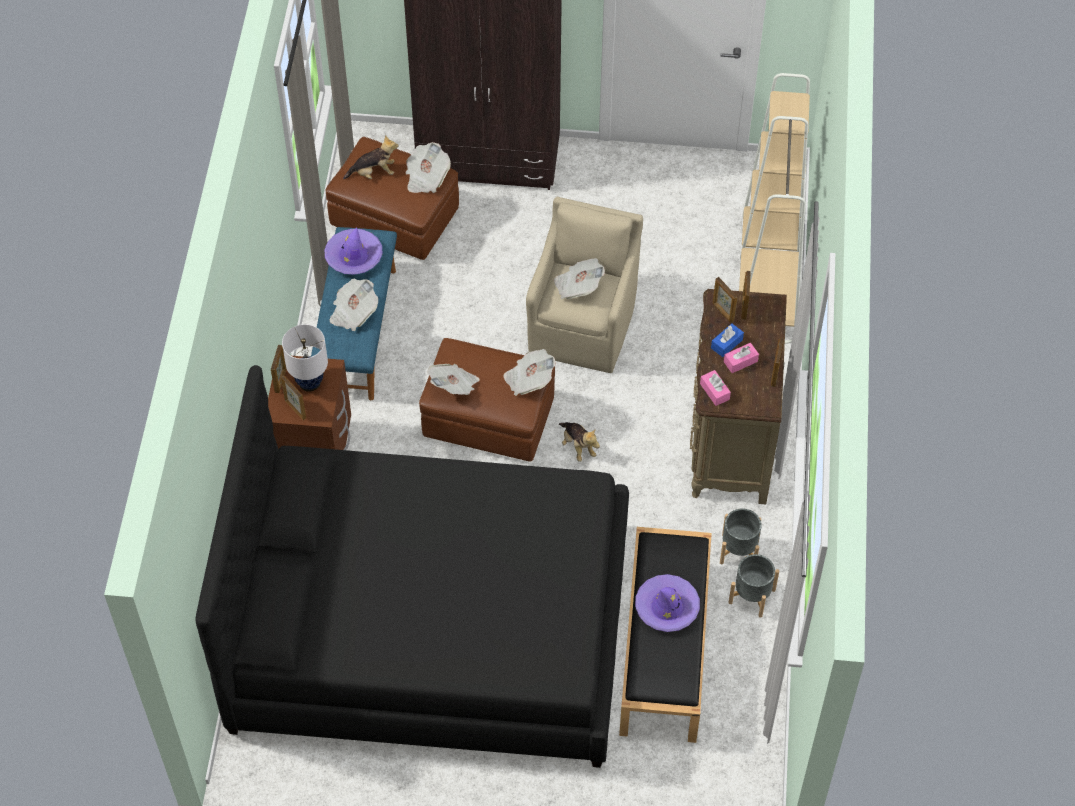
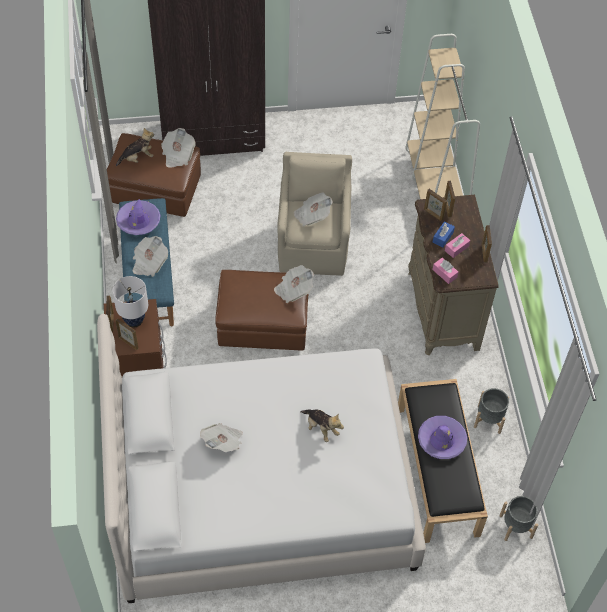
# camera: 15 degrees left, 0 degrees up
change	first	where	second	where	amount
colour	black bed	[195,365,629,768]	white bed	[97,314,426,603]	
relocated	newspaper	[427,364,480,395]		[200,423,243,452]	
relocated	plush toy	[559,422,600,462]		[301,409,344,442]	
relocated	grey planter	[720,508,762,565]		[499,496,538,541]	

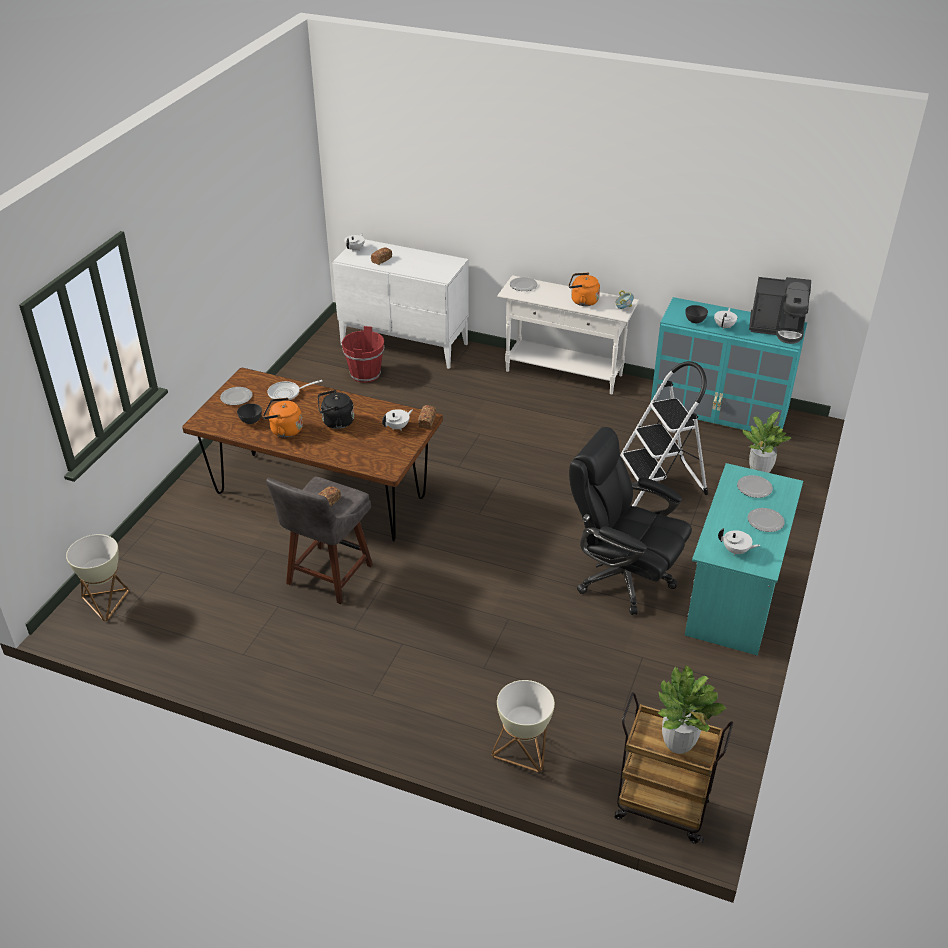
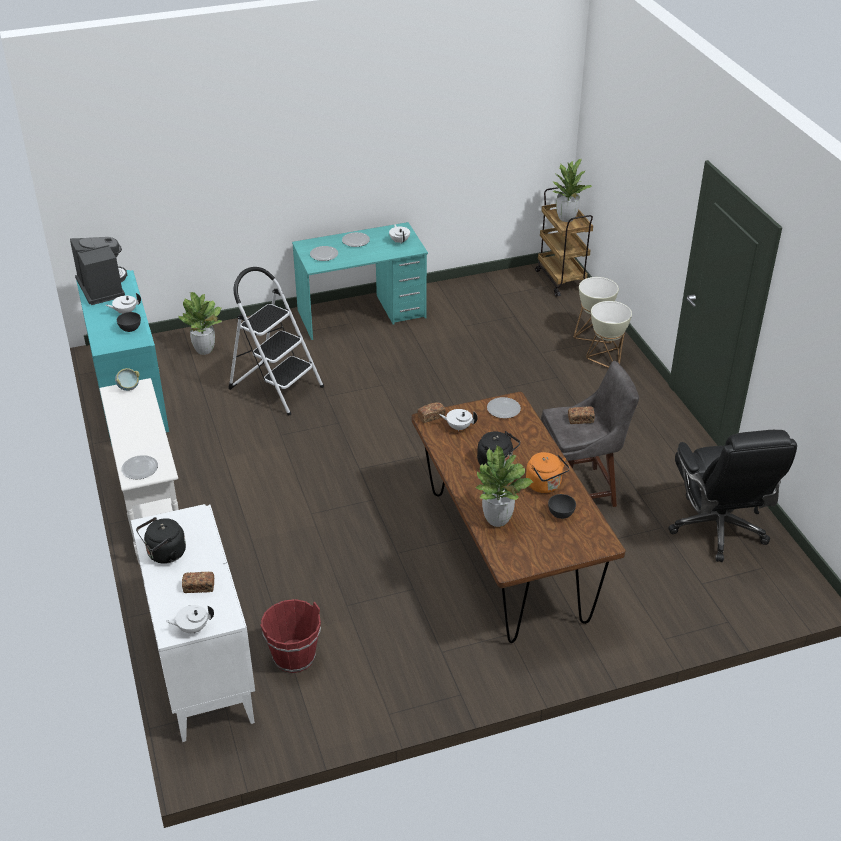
# camera: 130 degrees left, 0 degrees up
change	first	where	second	where	amount
relocated	planter	[66,534,129,621]		[586,301,632,368]	
relocated	plate	[220,387,252,405]		[487,397,521,418]	
exchanged	frying pan	[267,380,322,400]	potted plant	[475,445,534,527]	
missing	orange kettle	[569,273,600,306]			
relocated	black office chair	[569,427,692,615]		[668,430,797,562]	
appeared			black kettle	[136,517,186,564]	

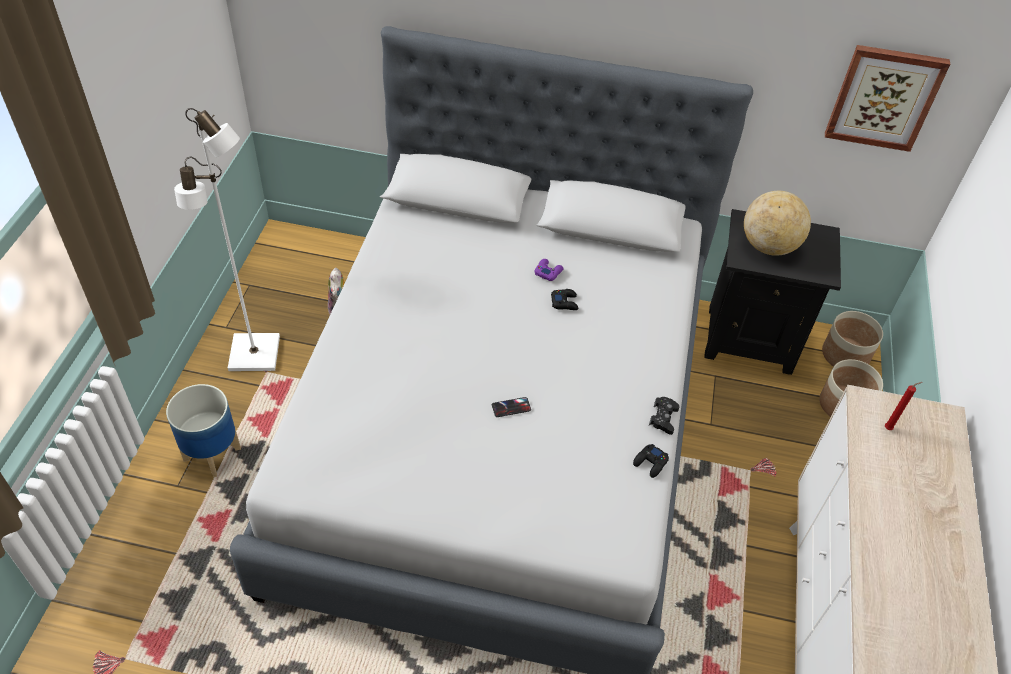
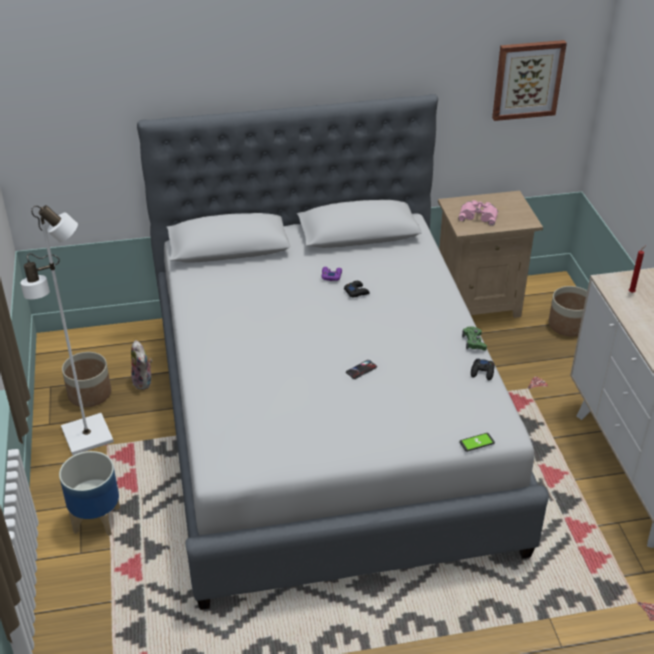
# camera: 20 degrees left, 10 degrees down
change	first	where	second	where	amount
colour	black game controller	[649,397,680,435]	green game controller	[462,326,487,350]	
colour	black nightstand	[704,209,841,375]	beige nightstand	[438,191,543,318]	
exchanged	globe	[744,191,811,256]	pink binoculars	[458,200,498,226]	
relocated	planter	[822,311,883,367]		[62,352,111,407]	
appeared			phone	[459,433,495,452]	

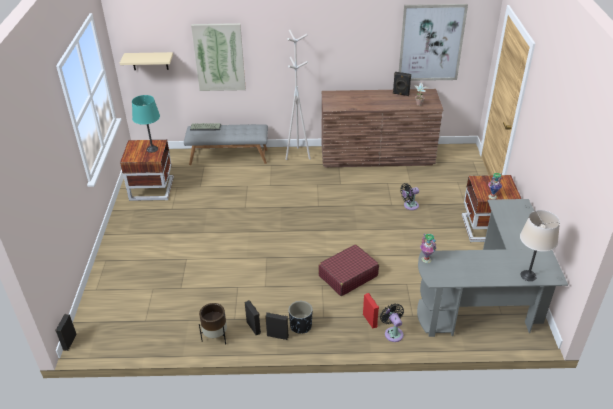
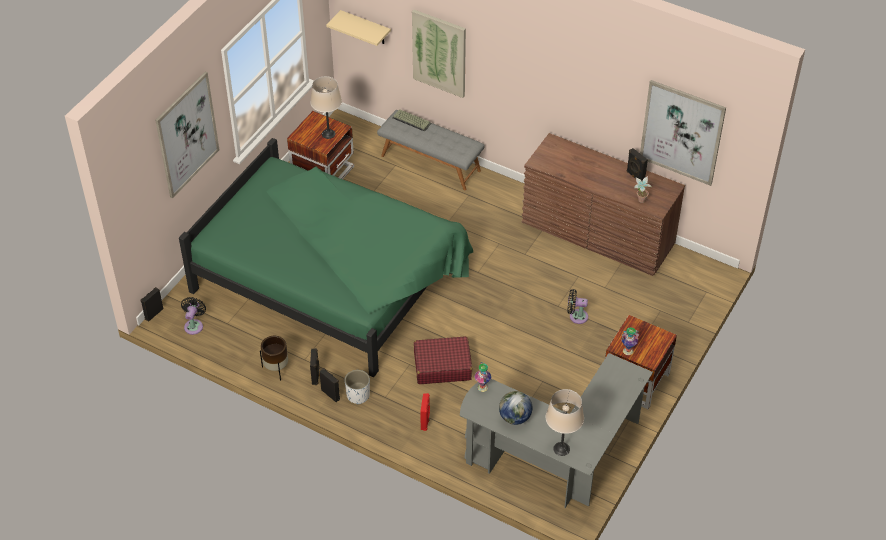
# camera: 30 degrees right, 10 degrees up
change	first	where	second	where	amount
colour	turquoise table lamp	[132,95,160,153]	beige table lamp	[310,76,342,139]	
missing	grey clothes rack	[285,30,311,160]			
colour	black planter	[289,301,312,334]	white planter	[345,370,370,404]	
relocated	black fan	[380,304,404,342]		[181,297,206,335]	
appeared			picture	[155,72,219,198]	
appeared			green bed	[179,138,473,377]	
appeared			globe	[499,391,532,425]	

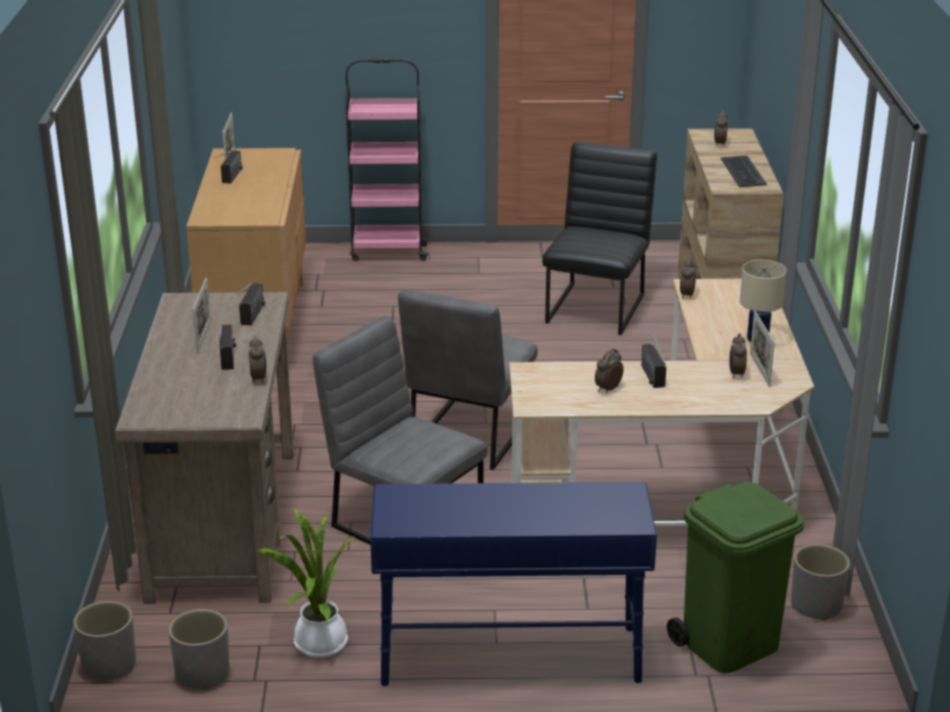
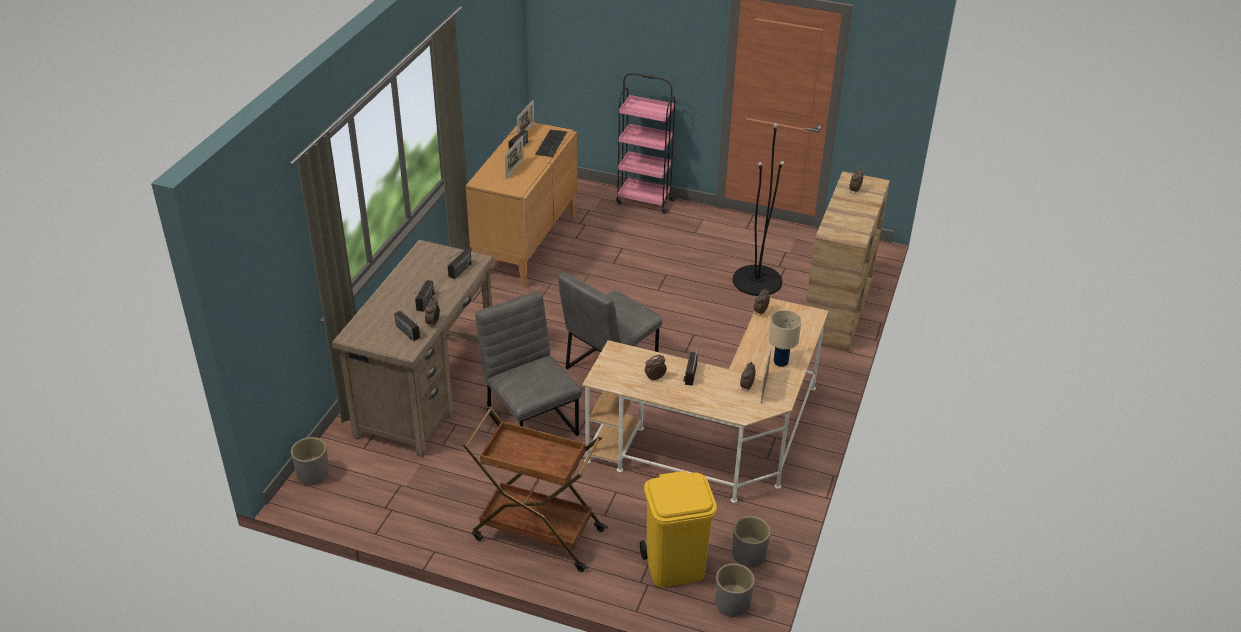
# camera: 20 degrees right, 10 degrees up
change	first	where	second	where	amount
relocated	grey planter	[168,609,230,691]		[715,563,755,618]	
relocated	picture frame	[193,278,211,355]		[505,136,524,179]	
missing	potted plant	[255,507,355,658]			
exchanged	blue console table	[370,482,657,686]	brown cart	[462,406,608,572]	
exchanged	black chair	[542,142,657,335]	black floor lamp	[733,123,784,296]	
colour	green trash can	[667,482,804,673]	yellow trash can	[640,471,717,587]	
relocated	keyboard	[721,155,767,187]		[535,130,567,157]	
appeared			radio	[389,292,420,341]	

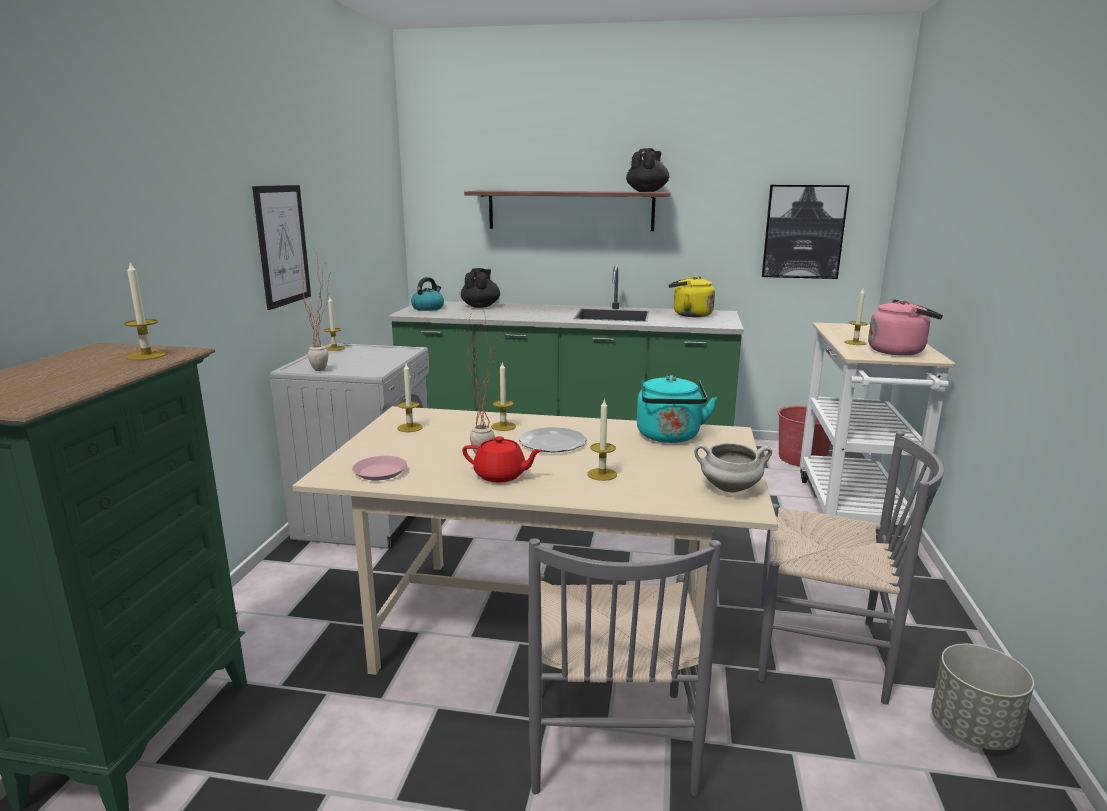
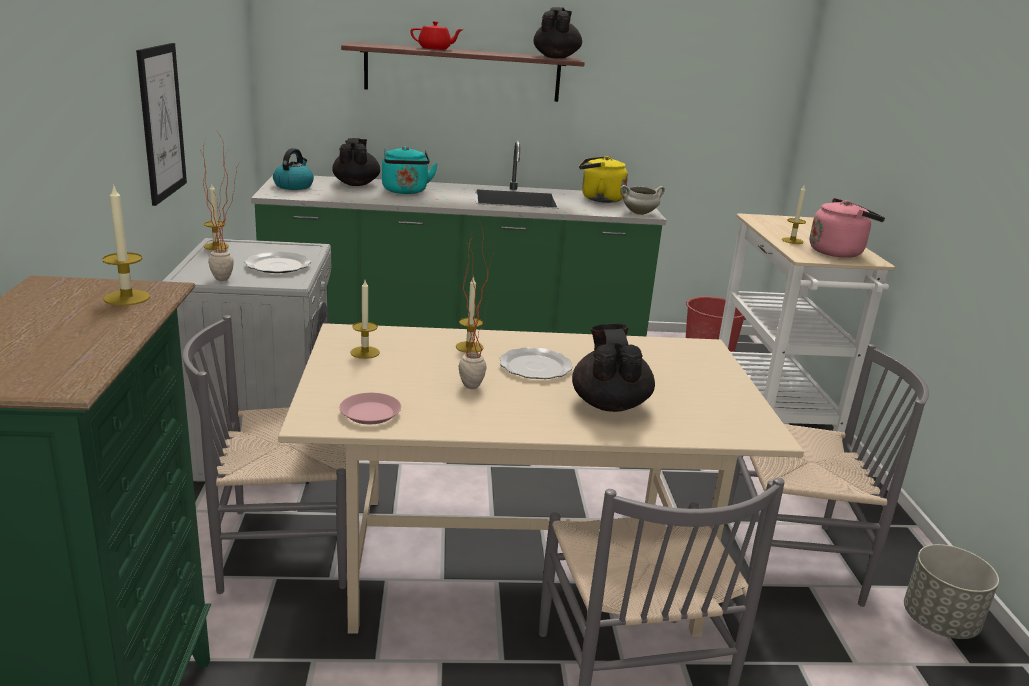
# camera: 15 degrees left, 5 degrees up
change	first	where	second	where	amount
relocated	red teapot	[462,436,543,483]		[410,21,464,50]	
exchanged	candle	[588,398,617,481]	black teapot	[572,324,655,412]	
relocated	turquoise kettle	[637,375,717,443]		[382,146,438,194]	
relocated	white cooking pot	[694,443,772,493]		[620,185,665,215]	
missing	picture	[762,185,850,279]			
appeared			grey chair	[183,315,347,594]	
appeared			plate	[245,252,311,273]	

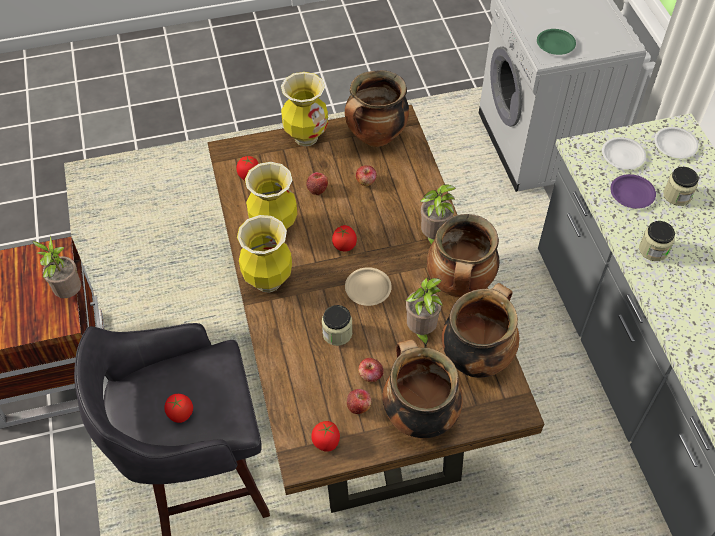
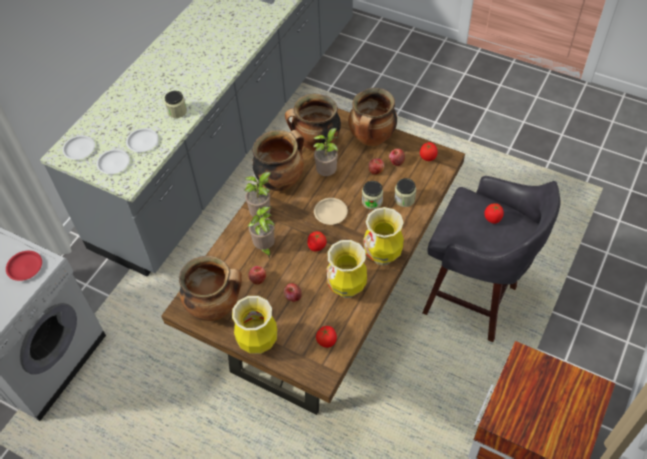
# camera: 135 degrees left, 0 degrees up
change	first	where	second	where	amount
relocated	potted plant	[33,236,81,298]		[248,206,275,258]	
colour	green plate	[537,29,576,55]	red plate	[6,251,42,281]	
colour	purple plate	[610,174,656,209]	white plate	[126,128,159,152]	
relocated	jar	[663,167,699,206]		[394,178,416,207]	

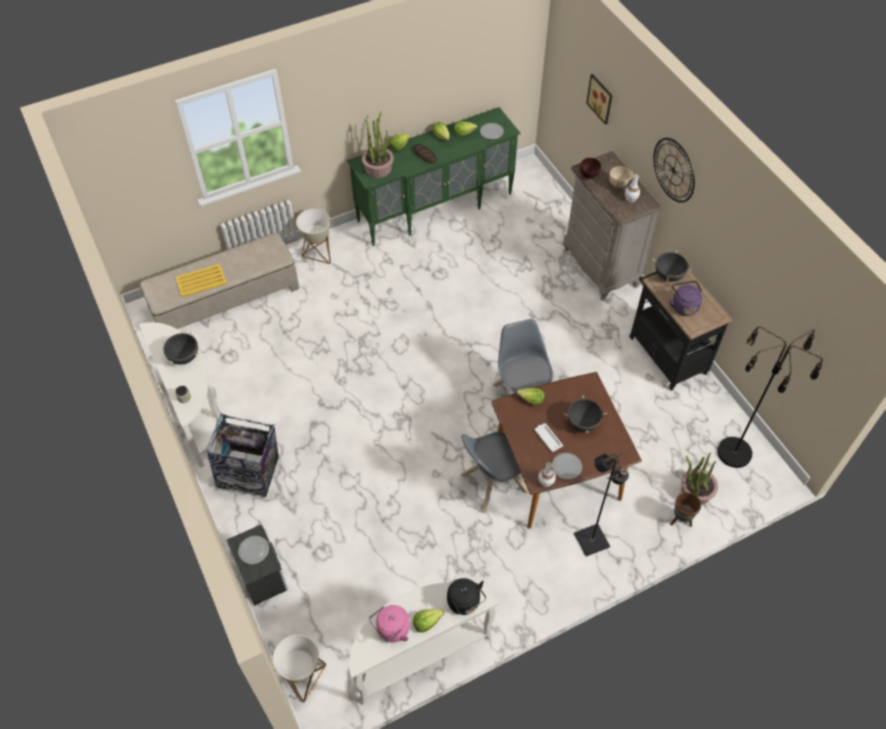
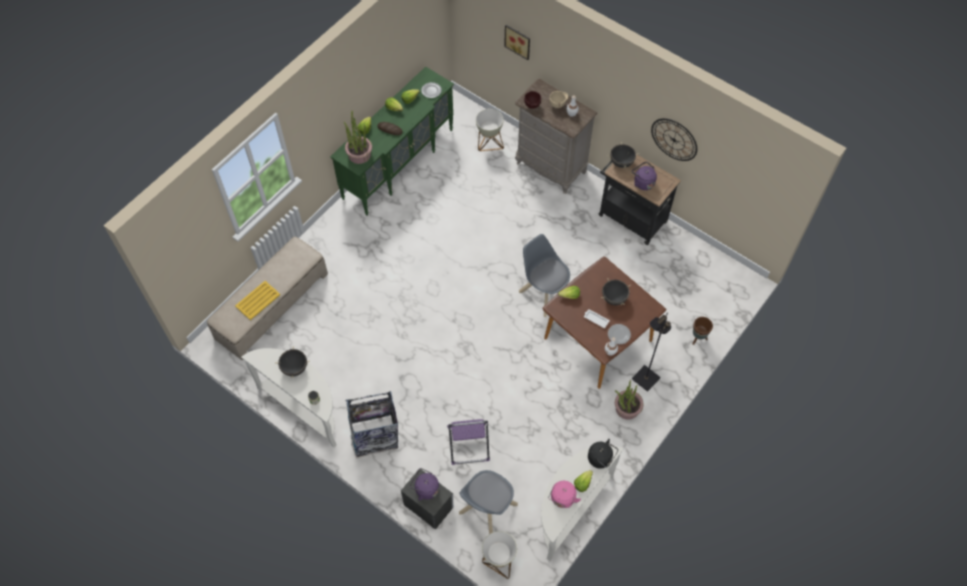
# camera: 25 degrees left, 5 degrees up
change	first	where	second	where	amount
exchanged	plate	[238,536,269,564]	purple kettle	[410,468,439,500]	
relocated	planter	[296,209,331,264]		[476,109,504,151]	
relocated	grey chair	[460,432,529,513]		[459,470,518,534]	
relocated	wall clock	[653,138,695,203]		[651,118,697,161]	
relocated	potted plant	[681,453,718,505]		[615,380,644,420]	
missing	floor lamp	[717,326,823,468]			
appeared			purple step ladder	[447,419,490,465]	

